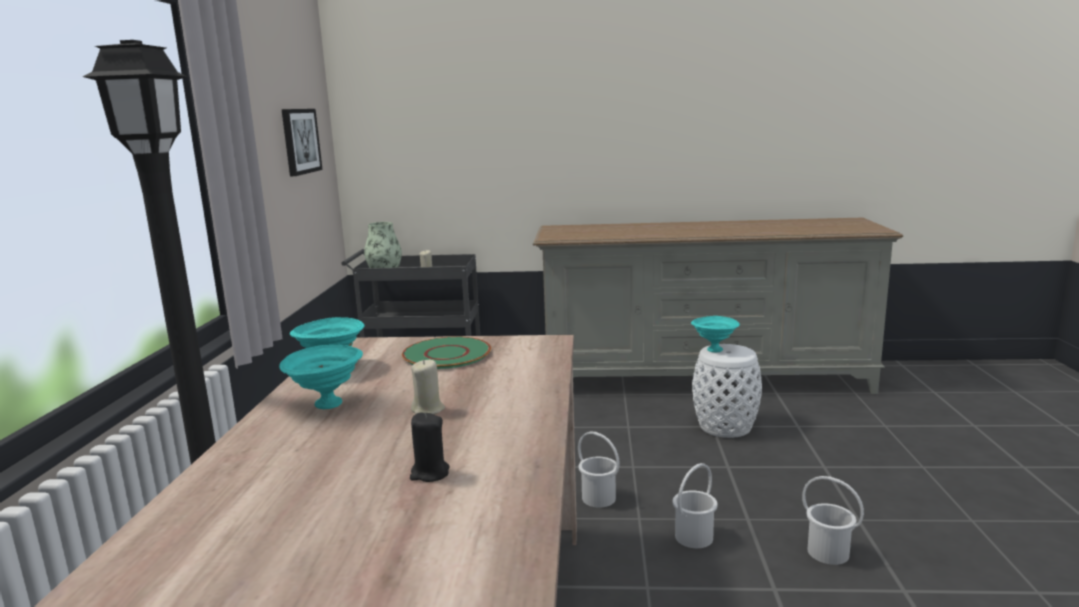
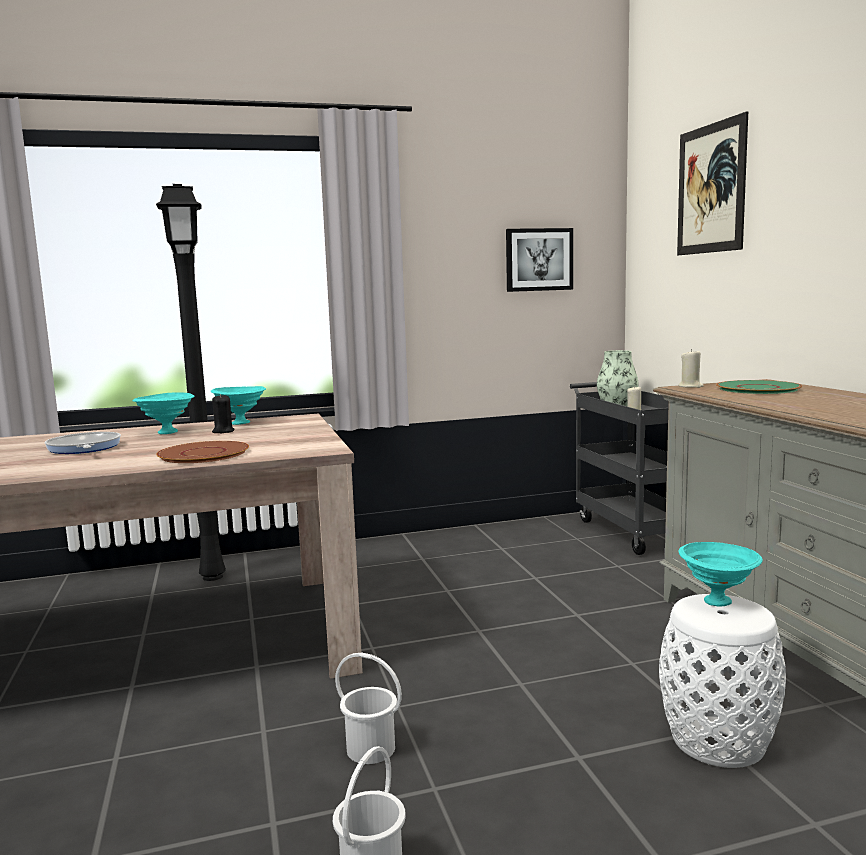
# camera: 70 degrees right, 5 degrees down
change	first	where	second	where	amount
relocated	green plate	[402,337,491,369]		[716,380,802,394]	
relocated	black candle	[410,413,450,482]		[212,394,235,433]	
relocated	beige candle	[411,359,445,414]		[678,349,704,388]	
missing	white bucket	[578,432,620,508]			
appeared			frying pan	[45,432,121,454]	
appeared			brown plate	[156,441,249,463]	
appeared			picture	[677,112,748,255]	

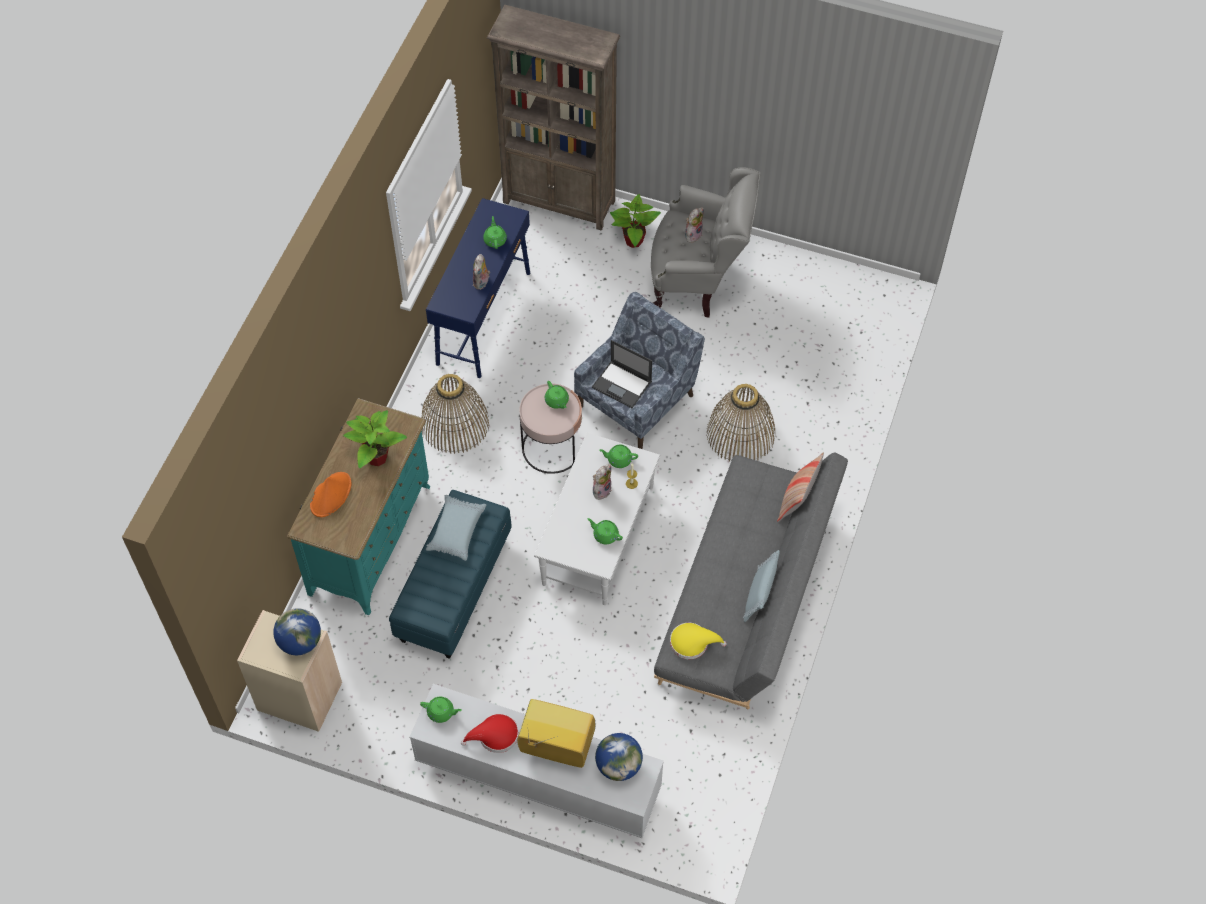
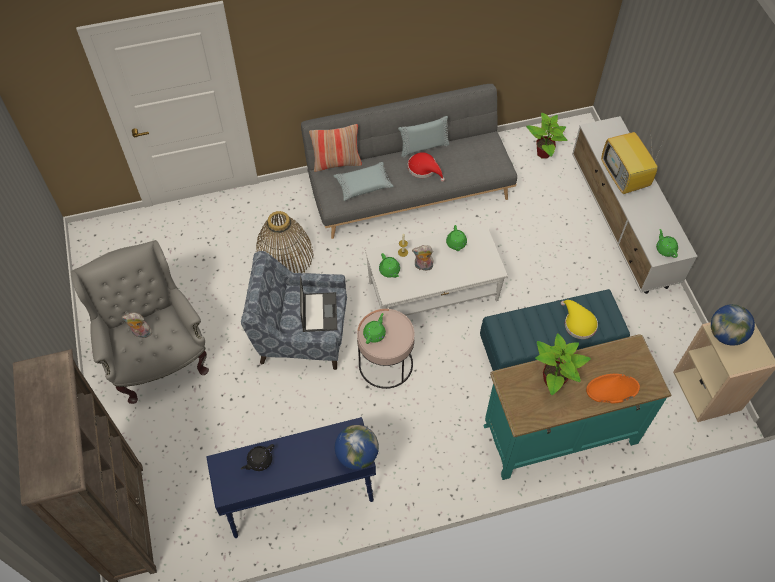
# camera: 125 degrees left, 0 degrees up
change	first	where	second	where	amount
missing	basket	[422,374,489,454]			
relocated	blue pillow	[426,495,486,561]		[334,162,393,201]	
relocated	red hat	[461,714,519,753]		[408,152,445,182]	
missing	plush toy	[473,254,490,290]			
colour	green teapot	[483,216,507,249]	black teapot	[241,444,274,471]	
relocated	globe	[595,733,643,781]		[335,425,379,470]	
relocated	potted plant	[610,194,661,248]		[526,112,568,158]	
relocated	yellow hat	[670,623,727,659]		[561,300,598,339]	

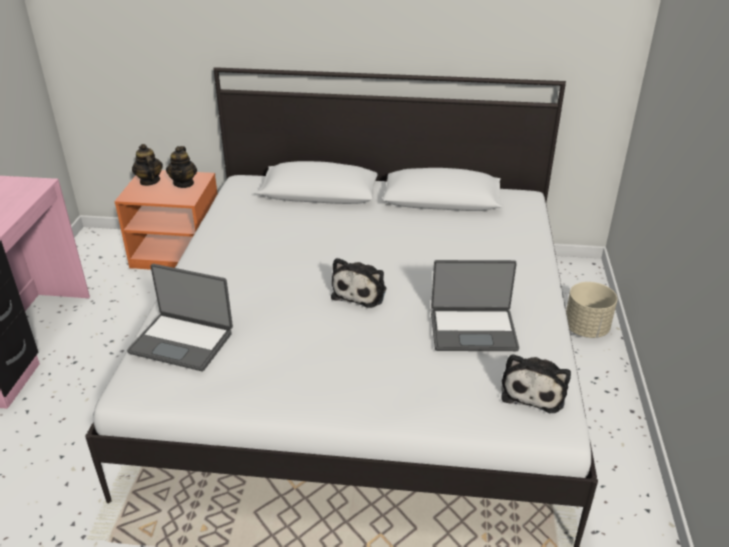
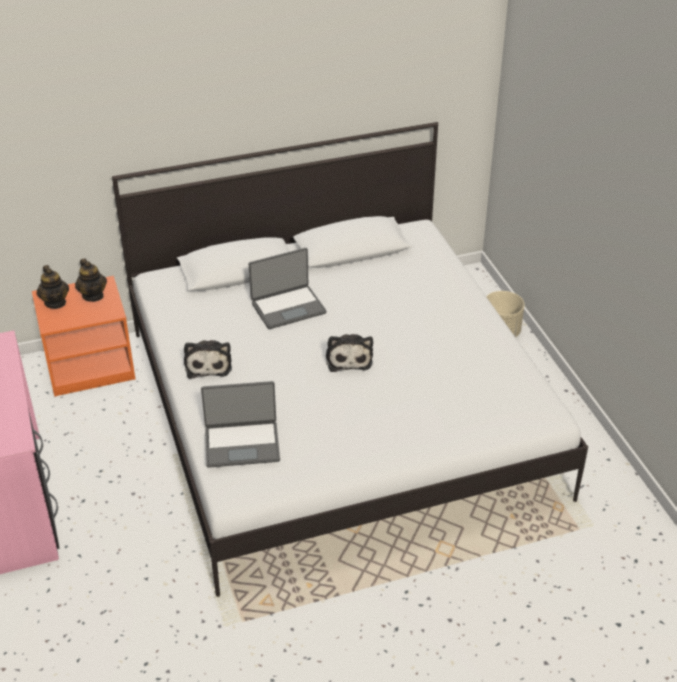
# camera: 25 degrees left, 5 degrees up
change	first	where	second	where	amount
spun	teapot	[132,144,163,186]		[37,265,69,309]	150 degrees counterclockwise
relocated	laptop	[431,260,519,351]		[249,248,326,329]	
relocated	plush toy	[501,354,571,413]		[184,340,232,379]	

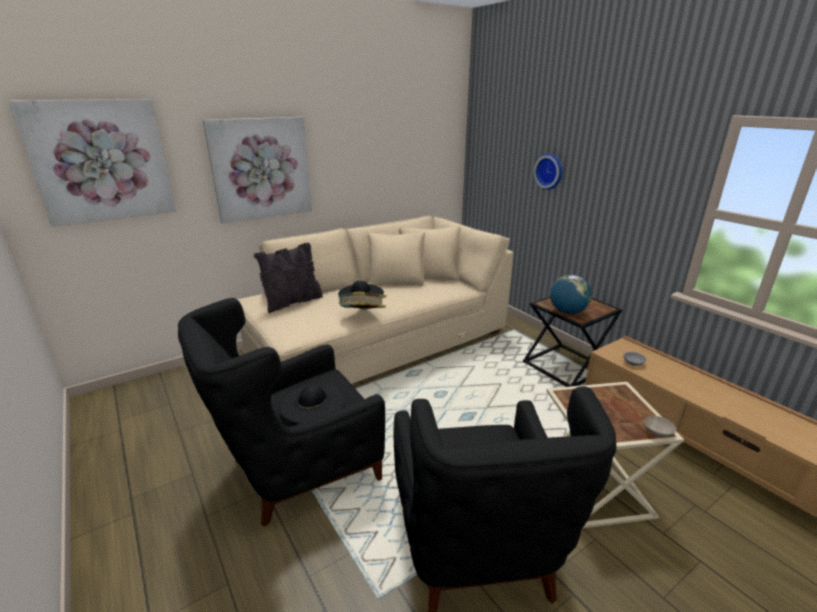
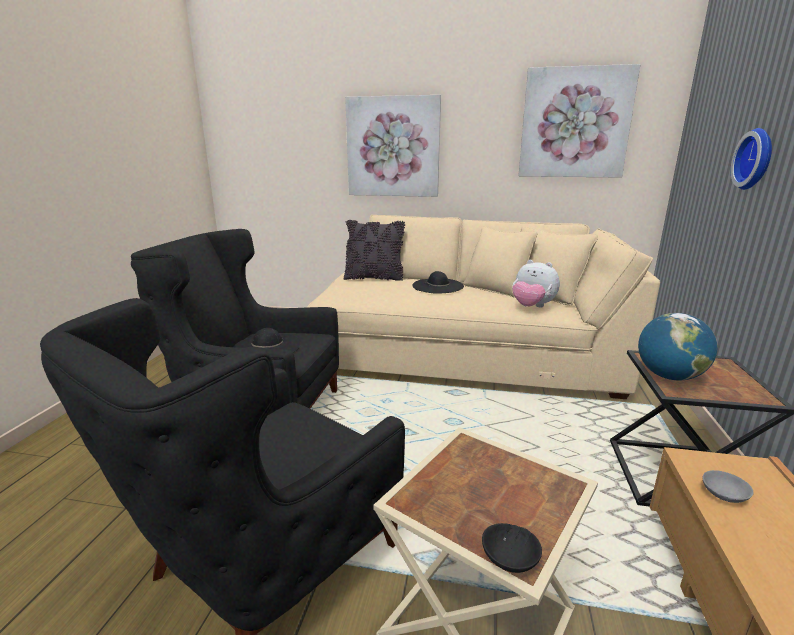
# camera: 45 degrees right, 5 degrees down
change	first	where	second	where	amount
relocated	picture	[8,99,176,227]		[518,64,640,178]	
missing	book	[339,291,386,310]			
colour	beige bowl	[644,416,676,437]	black bowl	[482,523,542,573]	
appeared			plush toy	[512,260,560,307]	

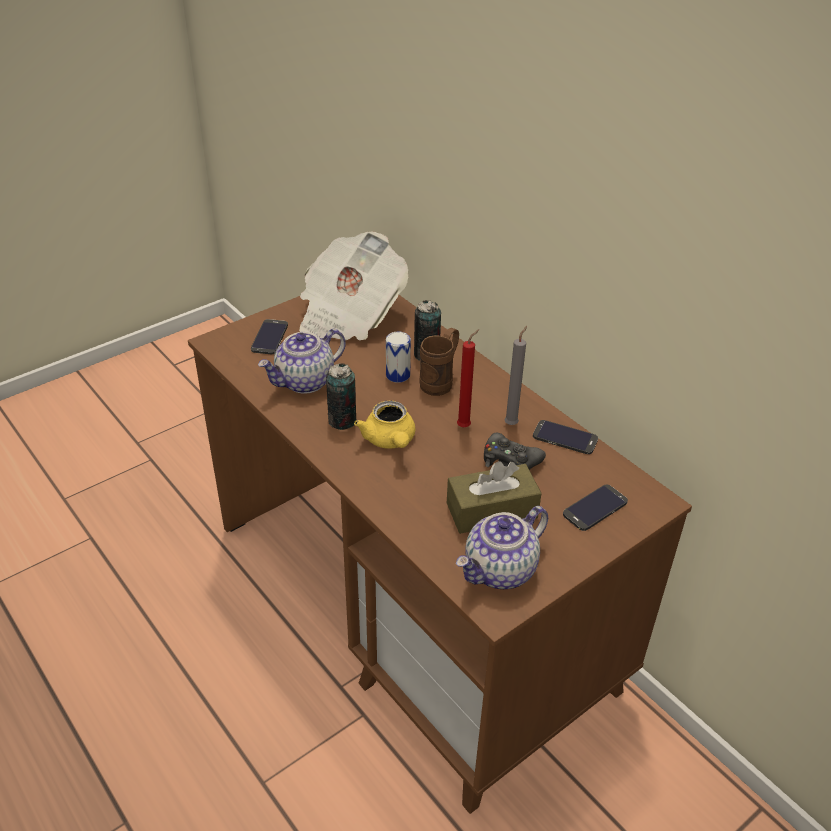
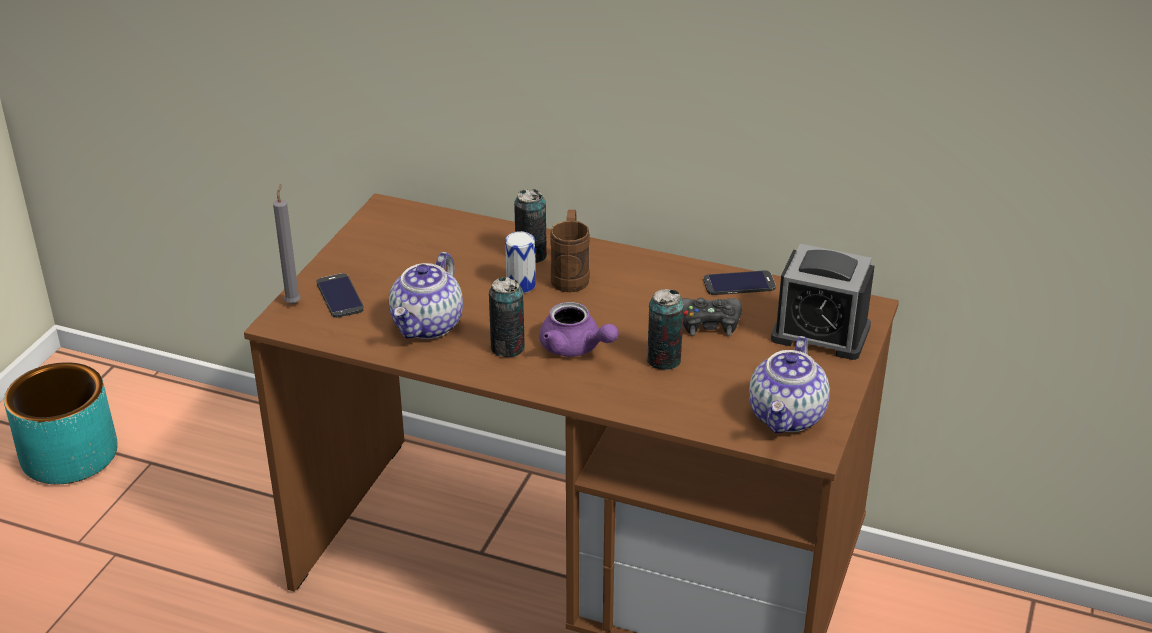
# camera: 30 degrees left, 5 degrees down
change	first	where	second	where	amount
missing	newspaper	[299,231,409,341]			
colour	yellow teapot	[354,401,416,449]	purple teapot	[539,302,619,357]	
missing	brown tissue box	[447,461,542,534]			
missing	red candle	[457,329,479,427]			
relocated	grey candle	[504,326,527,425]		[273,184,301,304]	
exchanged	phone	[563,485,628,531]	alarm clock	[771,244,875,360]	
appeared			turquoise planter	[4,362,118,485]	
appeared			can	[646,289,684,370]	

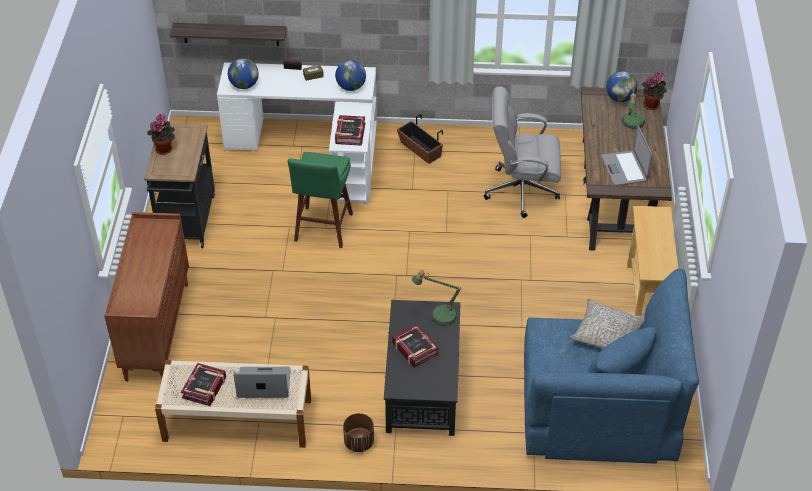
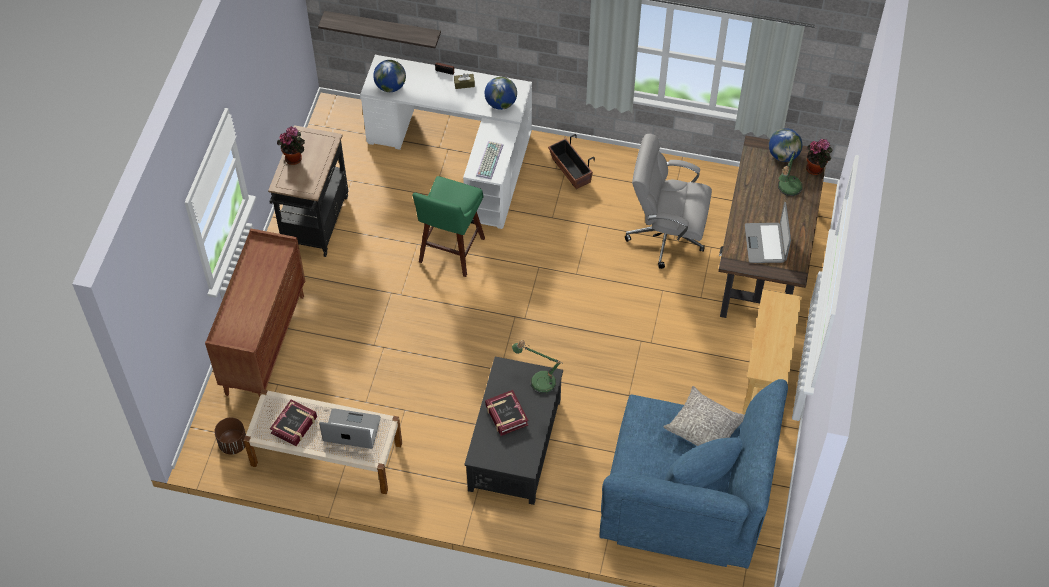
# camera: 10 degrees right, 10 degrees up
change	first	where	second	where	amount
exchanged	book	[335,115,365,146]	keyboard	[476,141,503,179]	
relocated	brown planter	[343,413,374,452]		[214,418,246,455]	

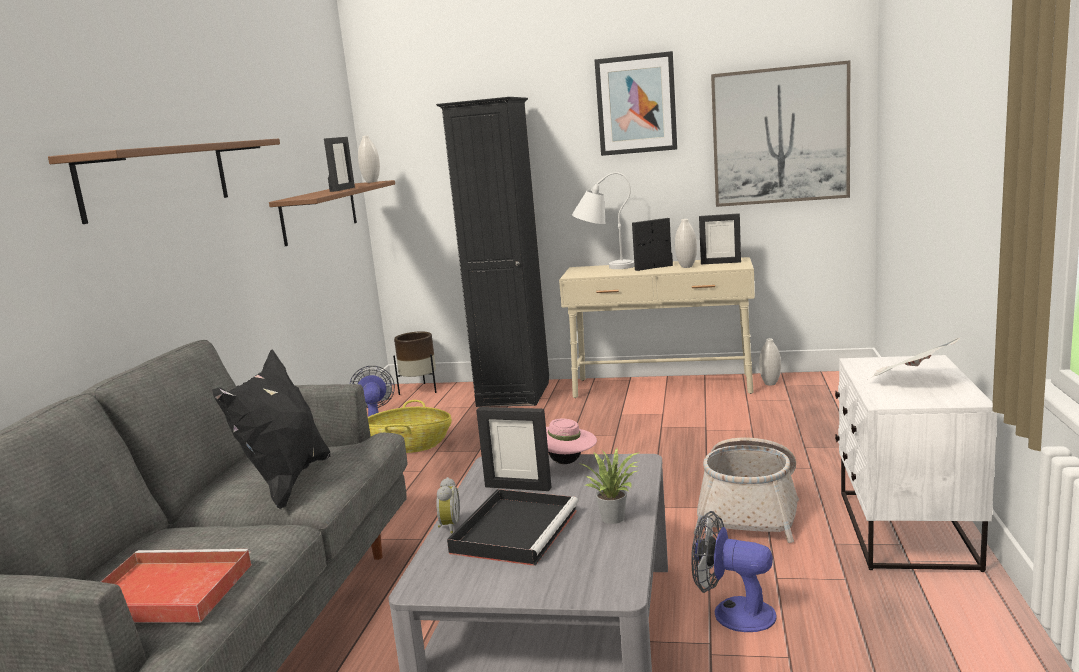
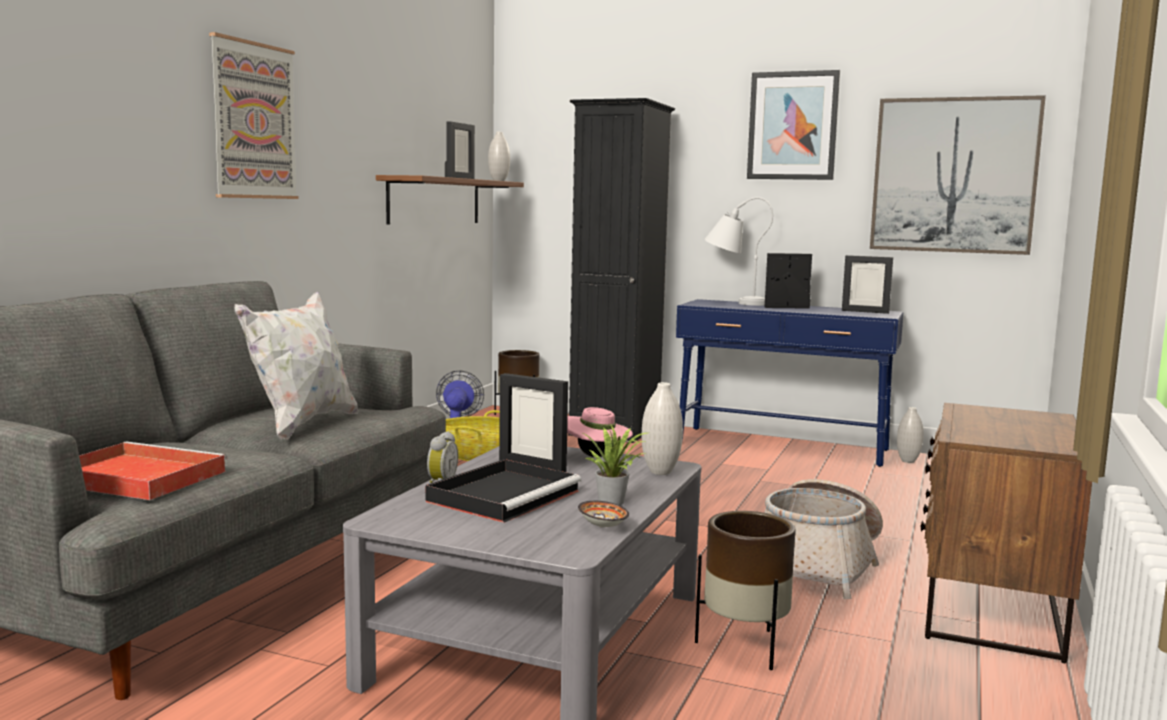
# camera: 10 degrees right, 5 degrees down
change	first	where	second	where	amount
exchanged	brown shelf	[48,138,280,224]	picture	[209,32,299,199]	
colour	black pillow	[212,350,330,509]	white pillow	[234,292,358,440]	
colour	beige console table	[559,257,755,398]	blue console table	[676,299,904,467]	
relocated	white vase	[675,219,697,268]		[642,382,683,475]	
exchanged	fan	[691,511,777,632]	brown planter	[695,511,796,670]	
colour	white nightstand	[835,355,997,572]	brown nightstand	[921,403,1092,663]	
missing	newspaper	[871,338,960,378]			
appeared			bowl	[578,501,629,528]	

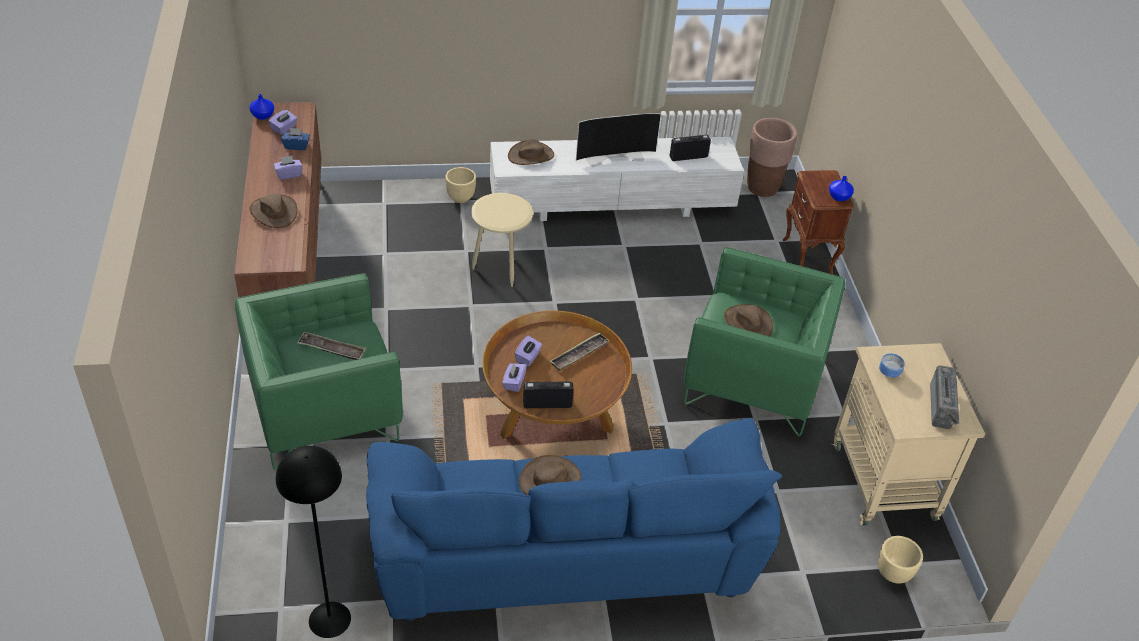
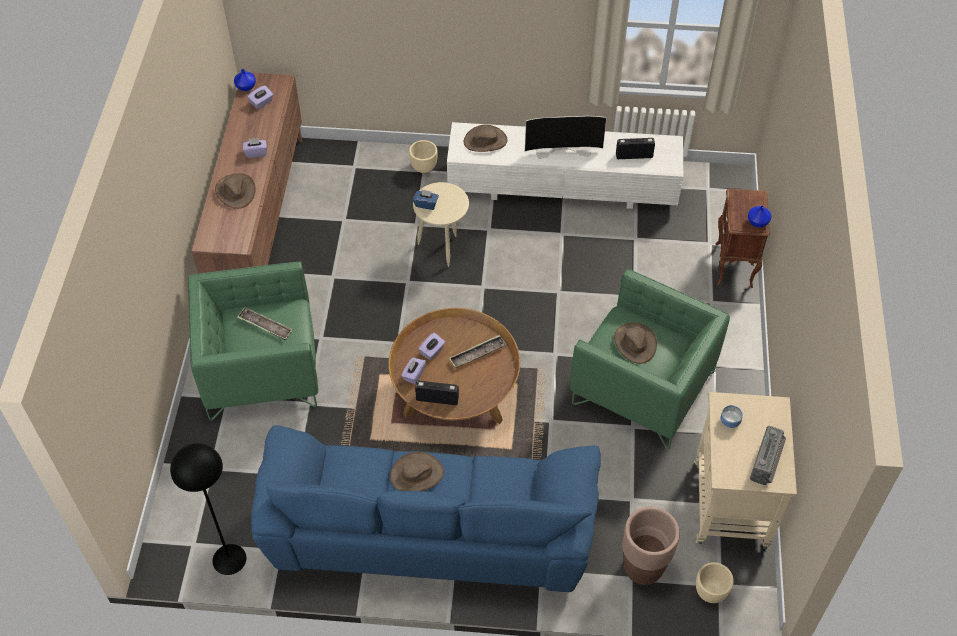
# camera: 15 degrees right, 10 degrees up
change	first	where	second	where	amount
relocated	blue tissue box	[281,128,310,150]		[413,190,439,210]	
relocated	brown planter	[747,118,797,197]		[622,507,680,585]	

